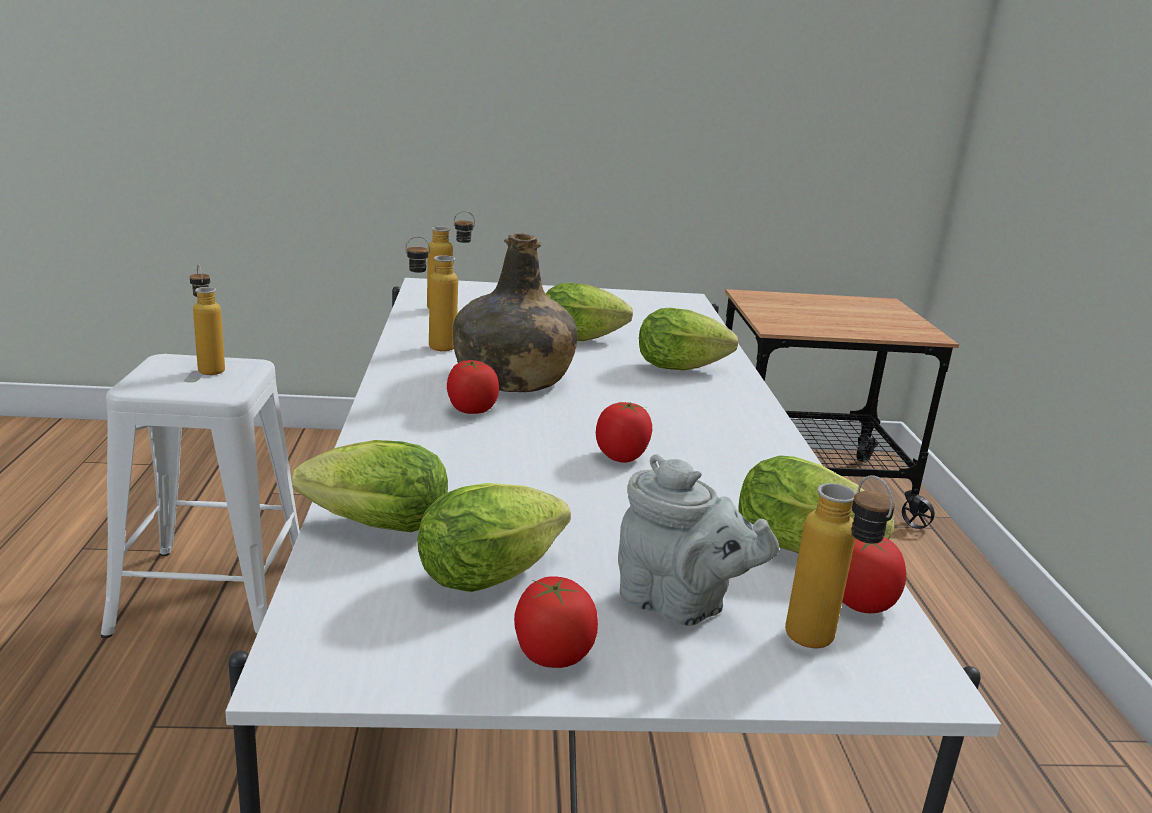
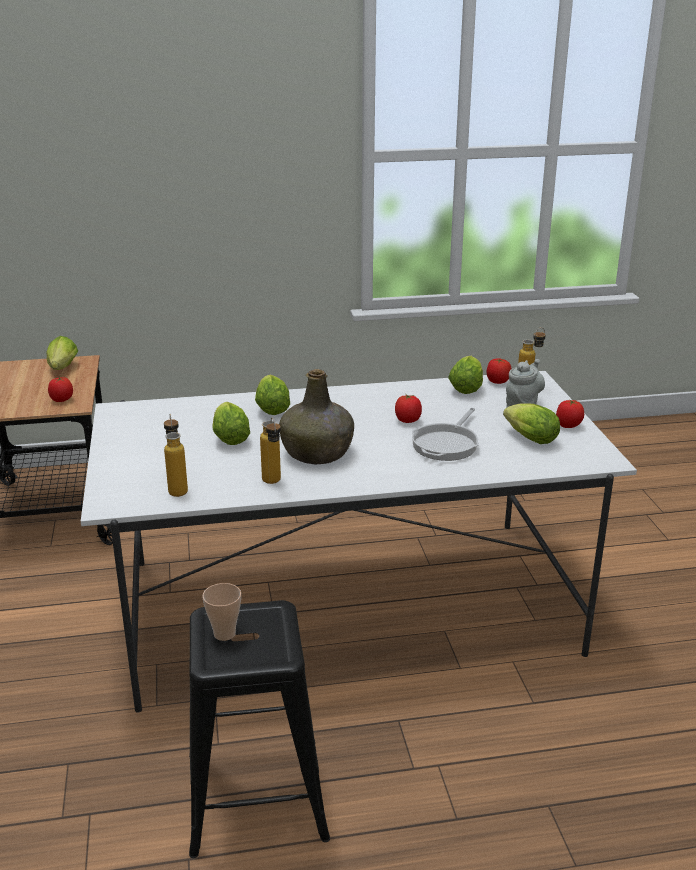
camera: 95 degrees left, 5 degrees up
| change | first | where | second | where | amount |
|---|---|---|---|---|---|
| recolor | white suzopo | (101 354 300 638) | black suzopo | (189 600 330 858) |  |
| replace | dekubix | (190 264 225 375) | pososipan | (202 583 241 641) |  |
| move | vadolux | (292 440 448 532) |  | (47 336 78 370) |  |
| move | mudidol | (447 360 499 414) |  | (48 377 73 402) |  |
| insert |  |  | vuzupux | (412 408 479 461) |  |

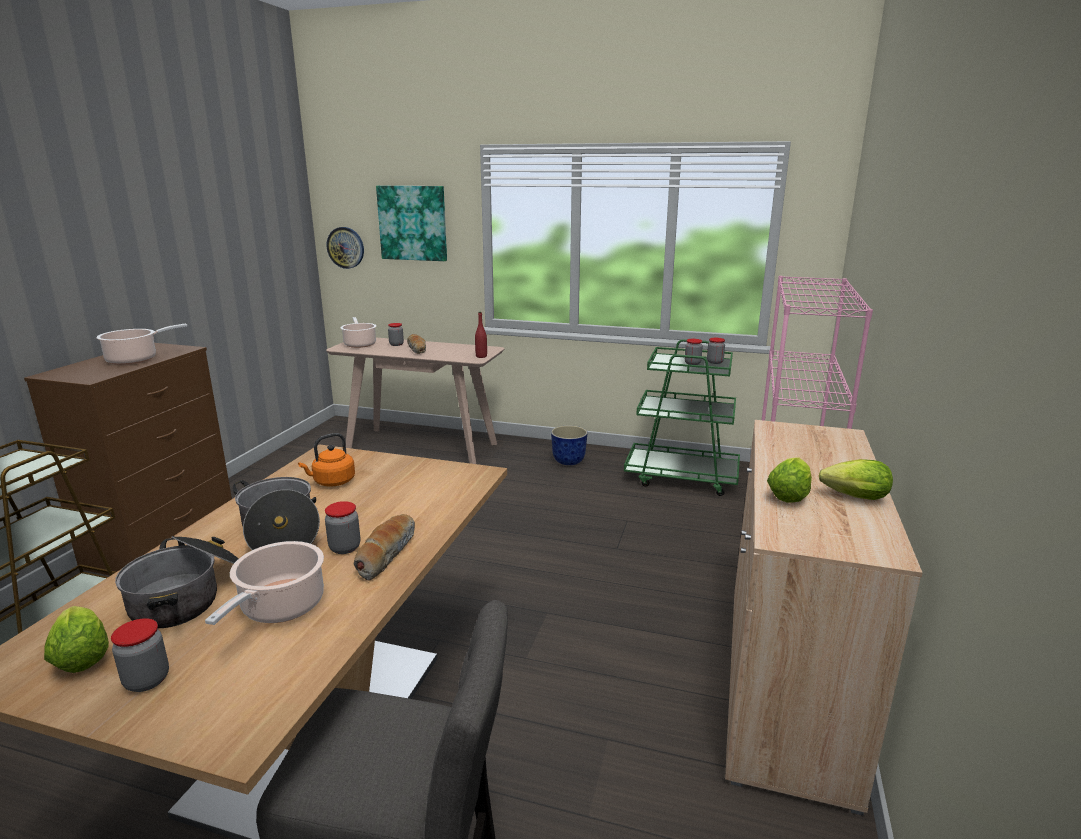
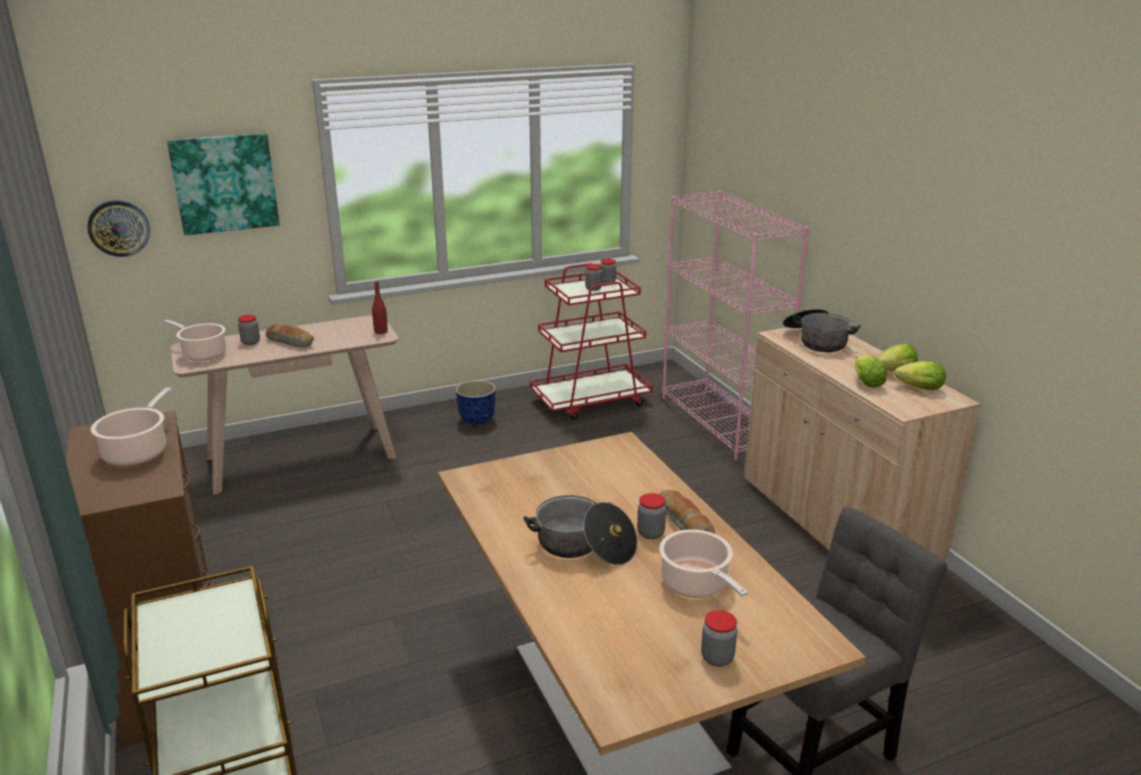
camera: 40 degrees left, 5 degrees up
| change | first | where | second | where | amount |
|---|---|---|---|---|---|
| move | vadolux | (44 606 109 673) |  | (894 361 946 390) |  |
| move | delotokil | (115 536 239 628) |  | (783 309 861 352) |  |
| delete | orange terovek | (298 433 355 487) |  |  |  |
| recolor | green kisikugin | (624 339 740 496) | red kisikugin | (530 263 653 420) |  |

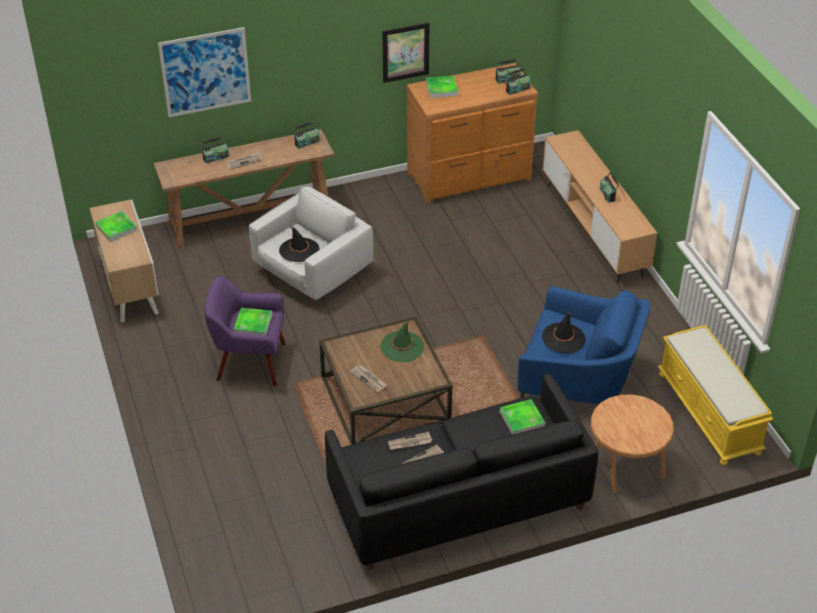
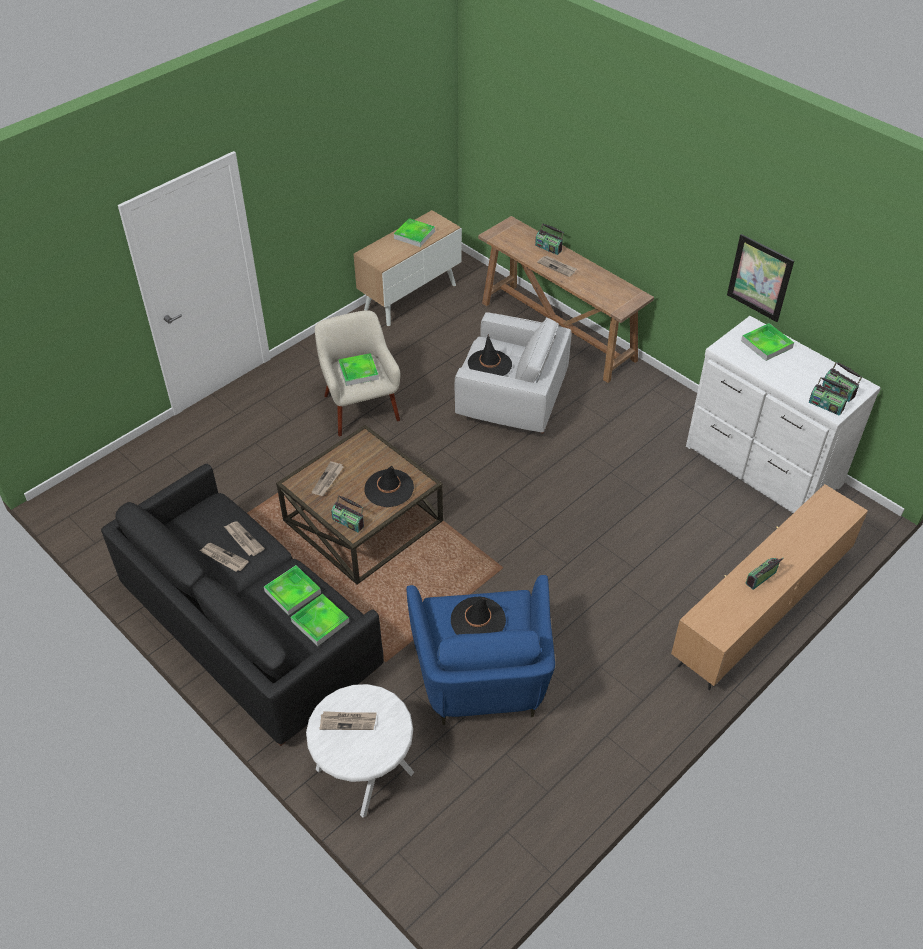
camera: 65 degrees right, 5 degrees up
| change | first | where | second | where | amount |
|---|---|---|---|---|---|
| delete | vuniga | (158 27 251 117) |  |  |  |
| recolor | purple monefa | (205 276 285 386) | beige monefa | (315 310 401 436) |  |
| move | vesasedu | (294 121 320 149) |  | (331 495 364 533) |  |
| recolor | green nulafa | (380 322 424 362) | black nulafa | (364 466 414 507) |  |
| recolor | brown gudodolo | (407 63 538 203) | white gudodolo | (686 316 881 513) |  |
| recolor | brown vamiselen | (591 394 674 493) | white vamiselen | (306 684 414 818) |  |
| delete | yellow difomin | (658 325 773 465) |  |  |  |
| insert |  |  | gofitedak | (264 565 321 616) |  |
| insert |  |  | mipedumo | (320 711 376 730) |  |

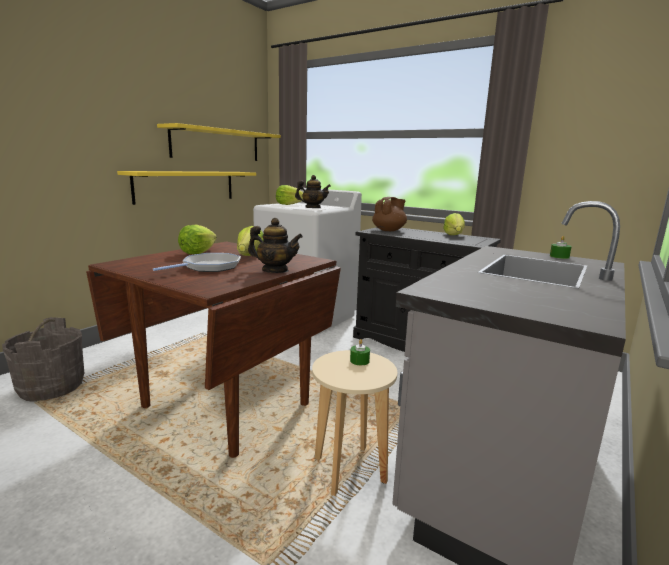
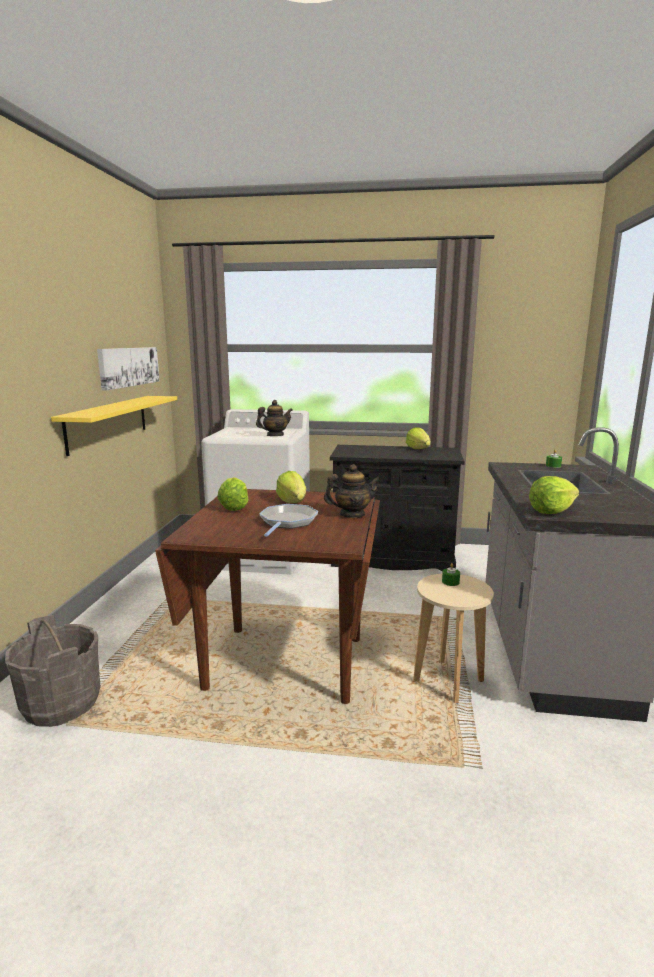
camera: 25 degrees left, 0 degrees up
| change | first | where | second | where | amount |
|---|---|---|---|---|---|
| replace | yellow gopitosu | (157 123 281 161) | vuniga | (97 347 159 391) |  |
| move | vadolux | (276 185 303 205) |  | (529 476 579 514) |  |
| delete | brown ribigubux | (372 197 407 231) |  |  |  |

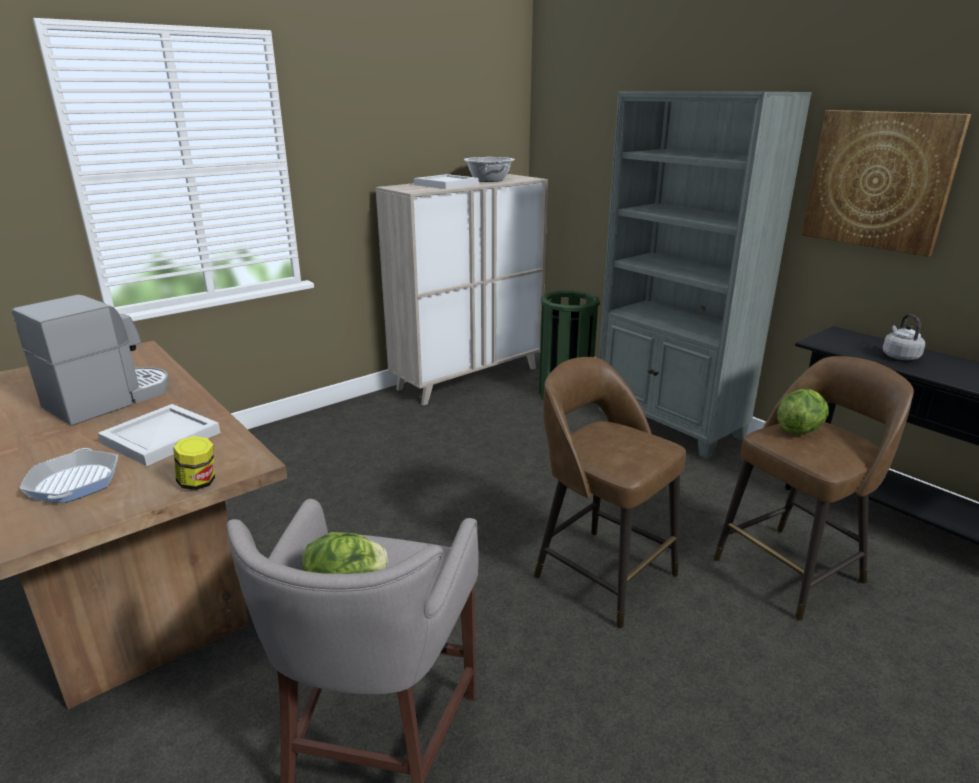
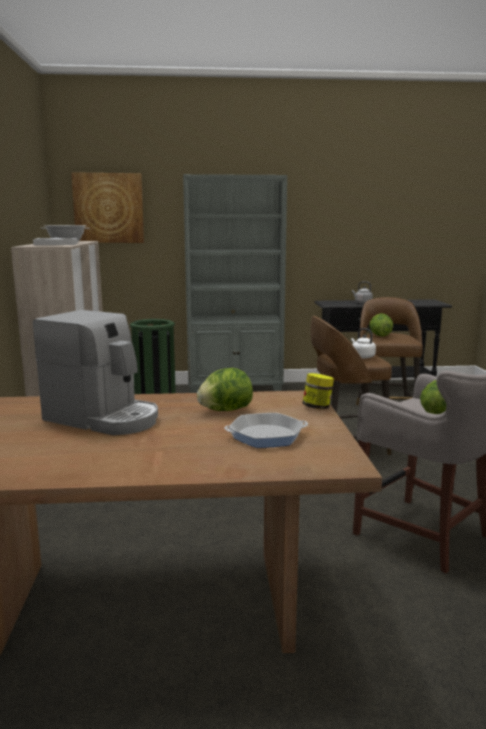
camera: 55 degrees left, 10 degrees down
| change | first | where | second | where | amount |
|---|---|---|---|---|---|
| rotate | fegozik | (12 295 169 426) |  | (33 310 158 435) | 135 degrees clockwise |
| rotate | vuzupux | (20 448 118 503) |  | (224 413 308 448) | 150 degrees clockwise |
| replace | white gofitedak | (98 404 220 466) | vadolux | (197 368 253 411) |  |
| move | vuniga | (802 110 971 257) |  | (71 172 144 243) |  |
| insert |  |  | white terovek | (351 328 376 358) |  |

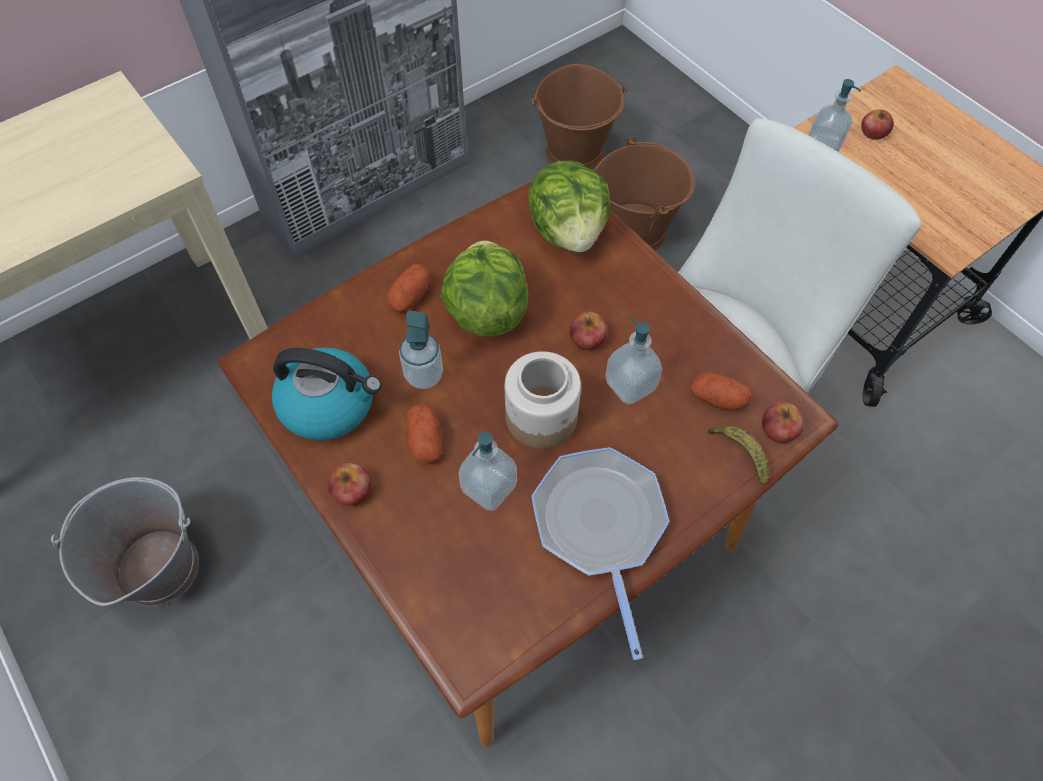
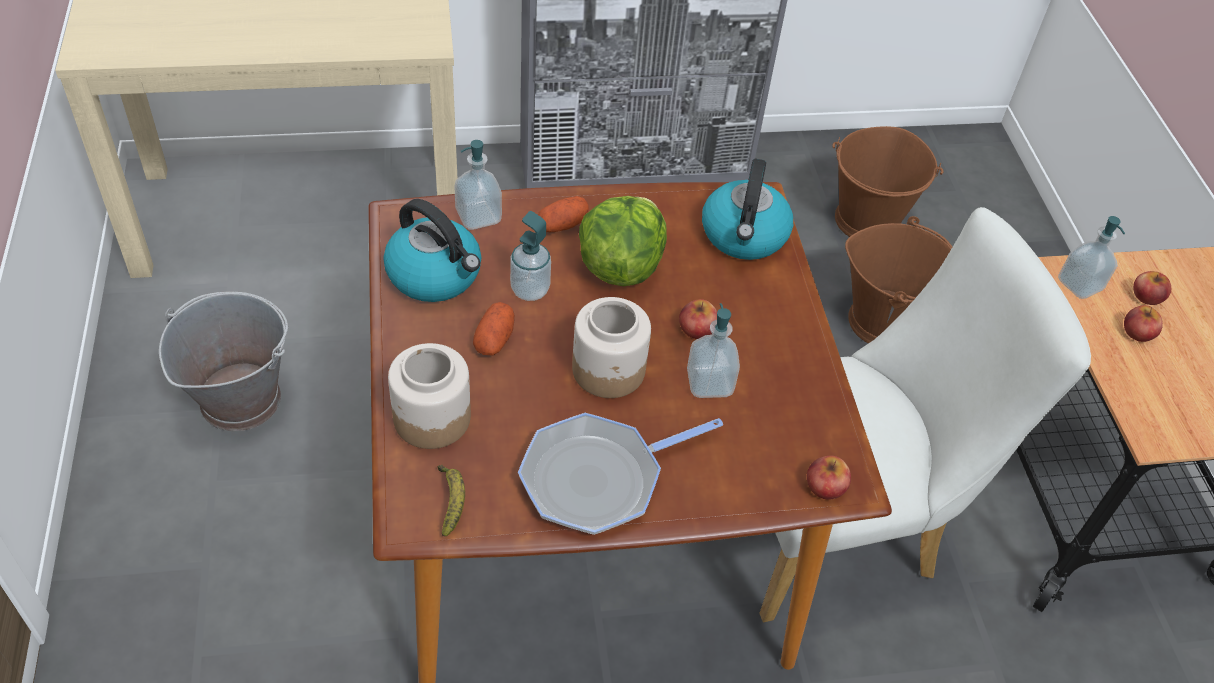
camera: 25 degrees right, 10 degrees down
| change | first | where | second | where | amount |
|---|---|---|---|---|---|
| move | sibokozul | (328 463 371 506) |  | (1124 305 1163 342) |  |
| move | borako | (458 432 517 511) |  | (454 140 502 230) |  |
| replace | vadolux | (528 160 611 252) | terovek | (702 159 793 260) |  |
| rotate | vuzupux | (531 447 670 660) |  | (518 413 723 535) | 135 degrees counterclockwise |
| delete | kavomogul | (691 373 753 411) |  |  |  |
| move | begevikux | (708 426 769 485) |  | (437 465 465 537) |  |
| insert |  |  | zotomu | (388 343 471 449) |  |

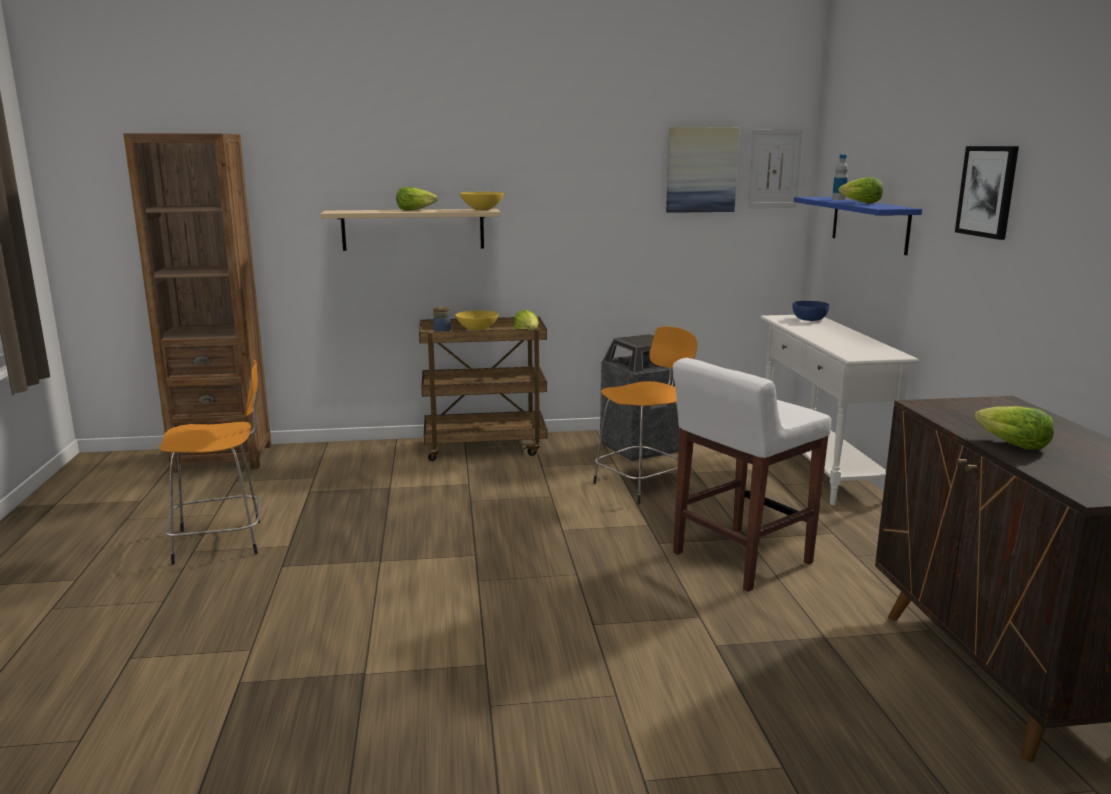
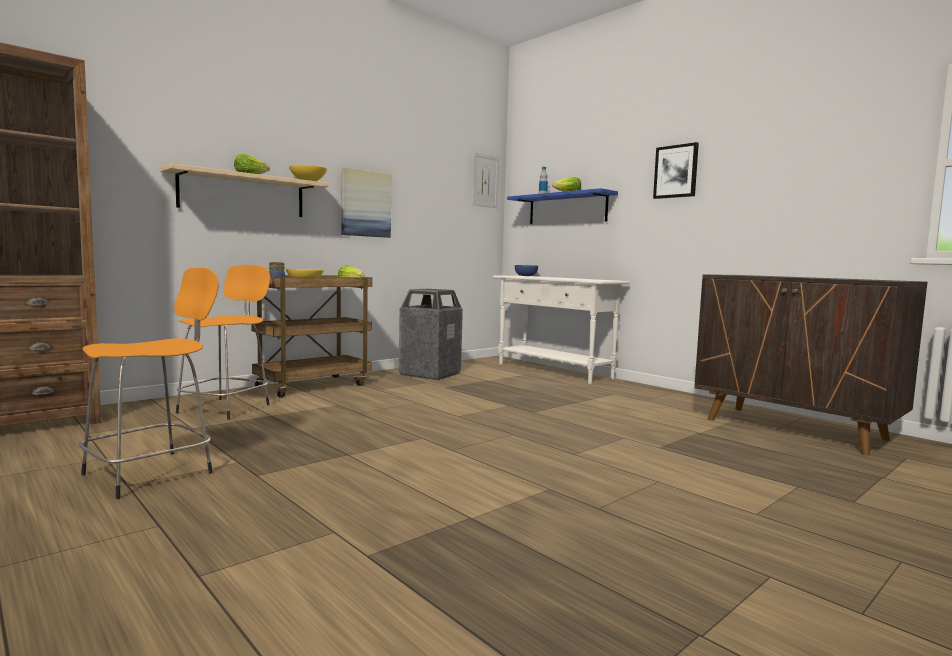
camera: 35 degrees left, 10 degrees down
| change | first | where | second | where | amount |
|---|---|---|---|---|---|
| move | orange suzopo | (593 326 697 504) |  | (176 265 270 420) |  |
| move | vuniga | (666 127 739 213) |  | (342 167 392 238) |  |
| delete | white suzopo | (673 358 832 592) |  |  |  |
| delete | vadolux | (974 406 1054 450) |  |  |  |

